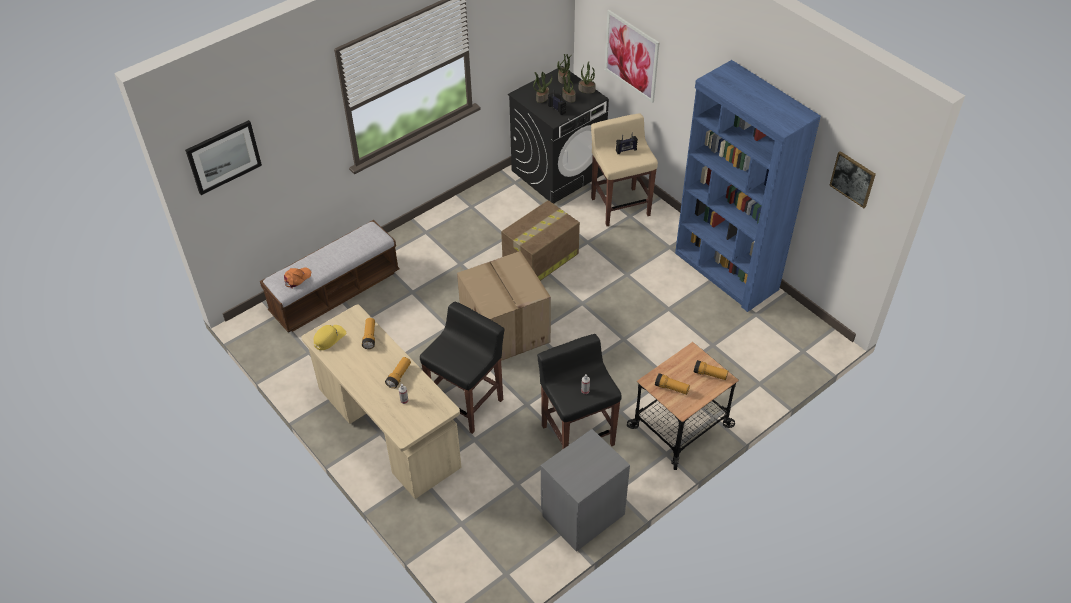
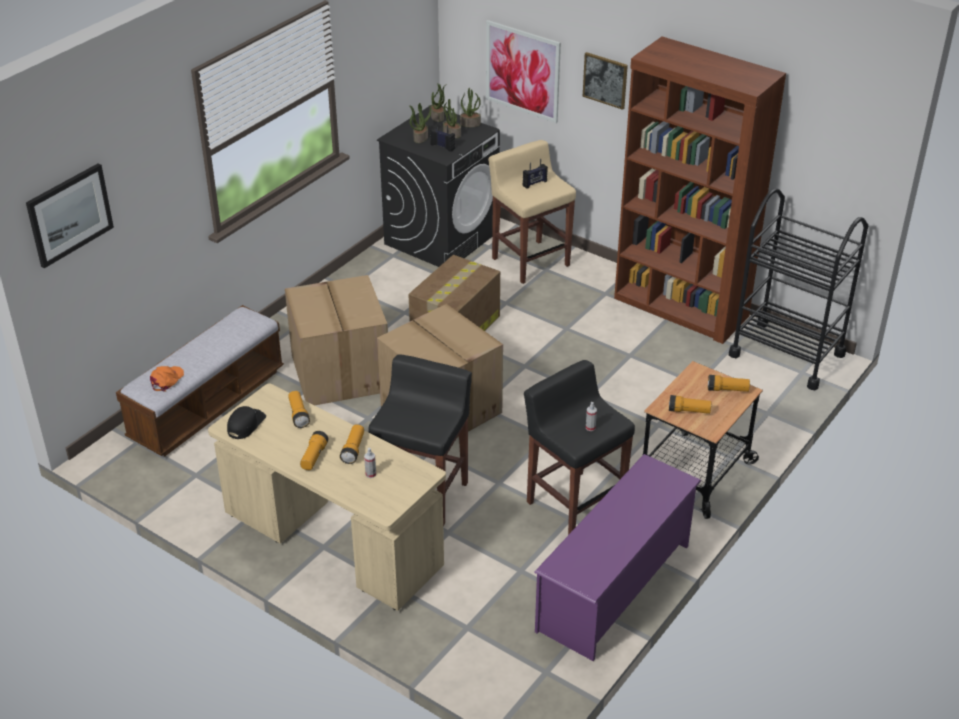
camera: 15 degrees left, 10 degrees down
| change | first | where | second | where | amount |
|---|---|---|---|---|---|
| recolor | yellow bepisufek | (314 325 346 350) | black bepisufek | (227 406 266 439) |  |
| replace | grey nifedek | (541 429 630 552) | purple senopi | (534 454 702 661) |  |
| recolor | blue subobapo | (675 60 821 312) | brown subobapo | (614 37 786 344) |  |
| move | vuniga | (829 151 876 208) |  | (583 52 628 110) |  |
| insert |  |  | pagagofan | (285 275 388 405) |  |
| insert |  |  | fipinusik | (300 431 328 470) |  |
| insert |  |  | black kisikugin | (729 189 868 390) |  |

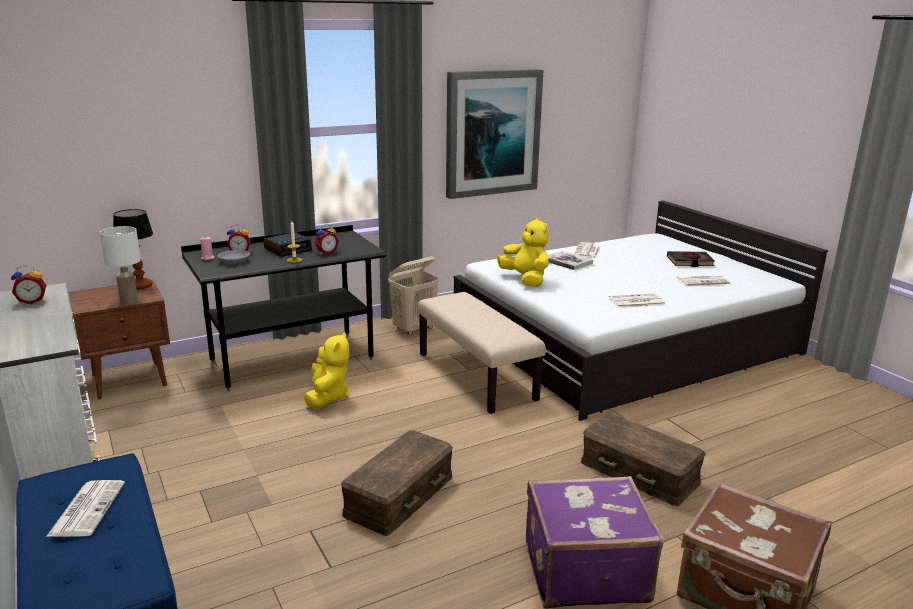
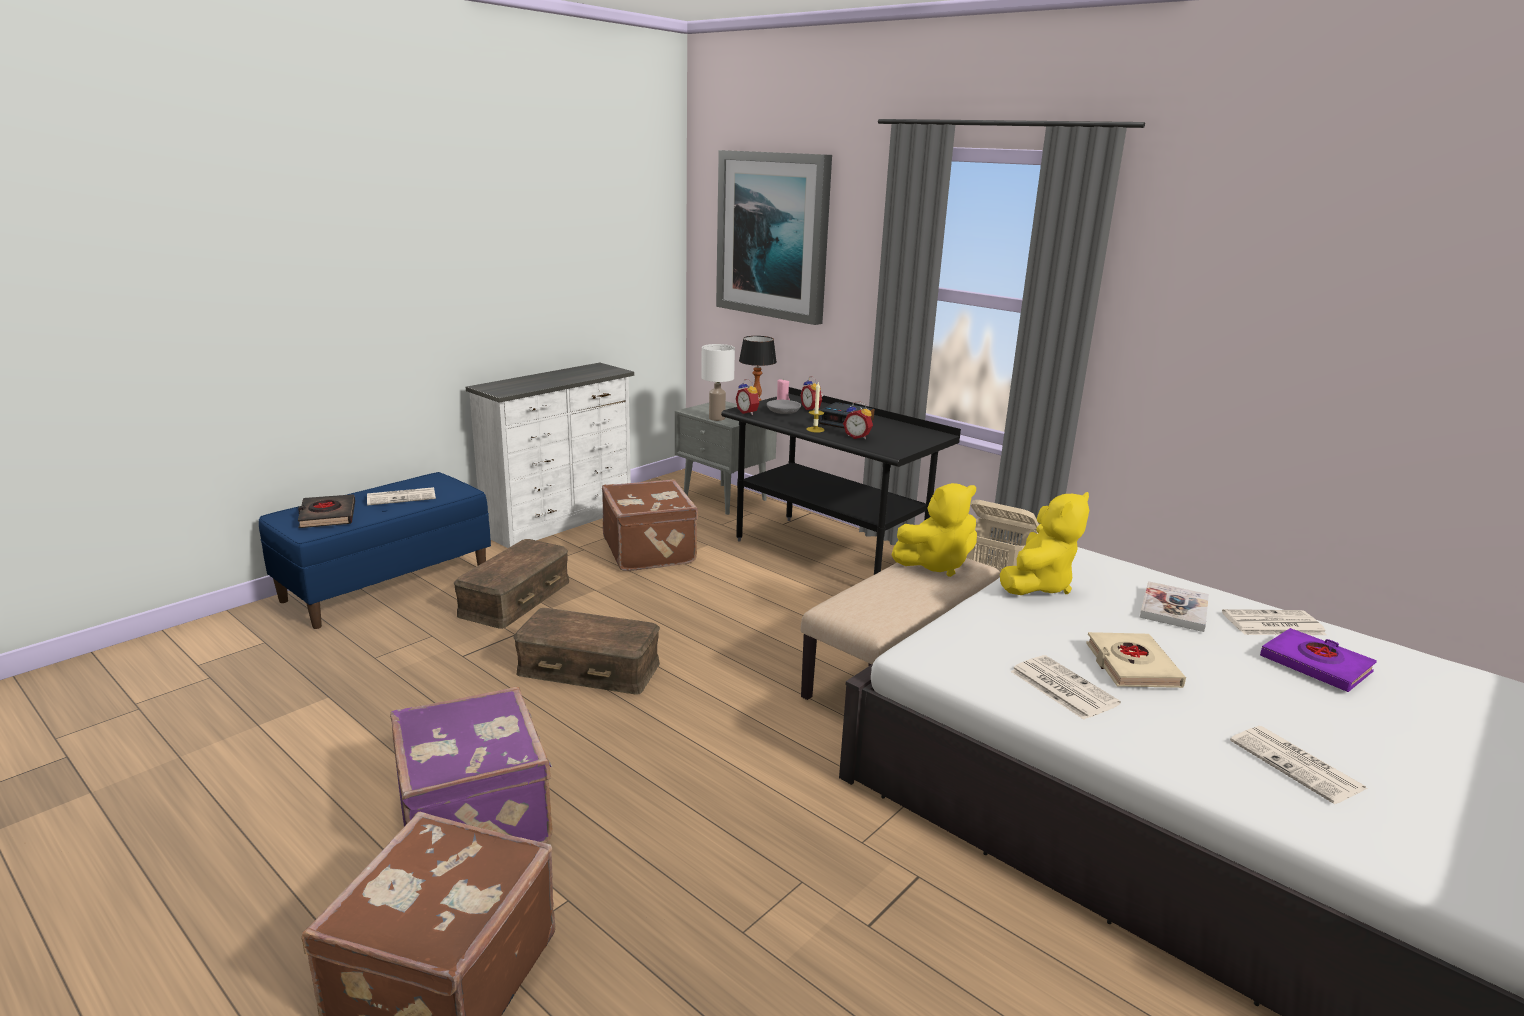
camera: 70 degrees right, 0 degrees up
| change | first | where | second | where | amount |
|---|---|---|---|---|---|
| move | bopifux | (11 265 47 304) |  | (736 379 760 415) |  |
| recolor | brown nifedek | (69 280 170 399) | grey nifedek | (675 401 777 515) |  |
| move | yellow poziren | (304 332 349 409) |  | (891 483 977 577) |  |
| move | vuniga | (446 69 543 199) |  | (716 150 832 325) |  |
| move | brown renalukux | (581 413 706 506) |  | (453 539 569 629) |  |
| move | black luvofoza | (667 251 715 267) |  | (298 494 355 528) |  |
| insert |  |  | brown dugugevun | (602 479 698 571) |  |
| insert |  |  | beige luvofoza | (1086 632 1186 688) |  |
| insert |  |  | purple luvofoza | (1260 628 1377 692) |  |

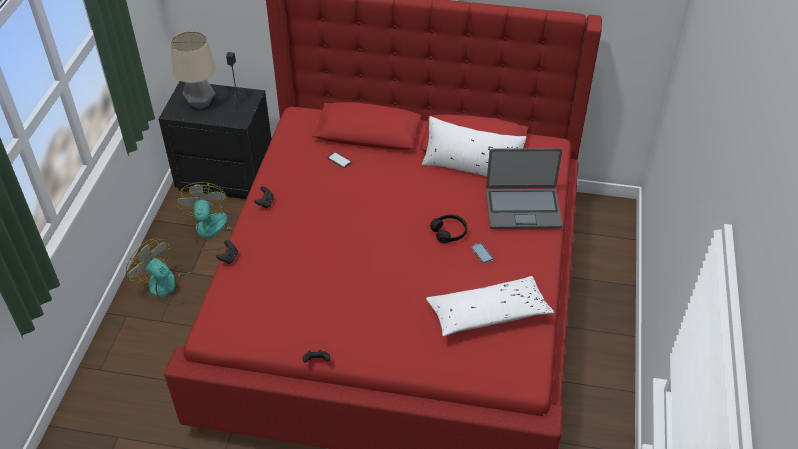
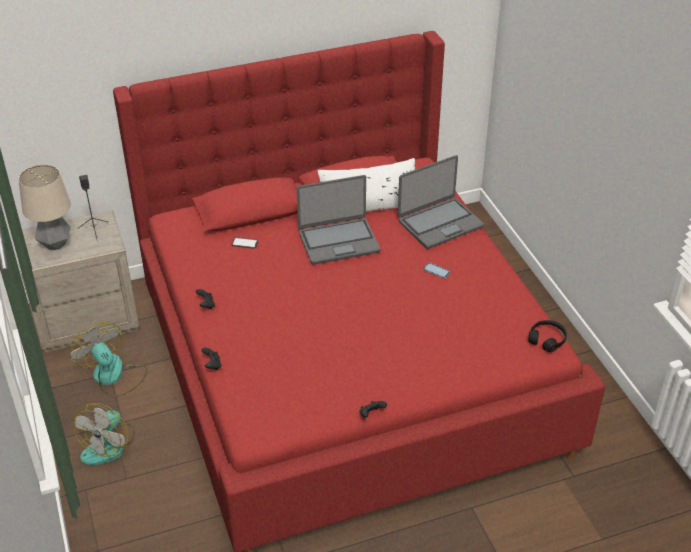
camera: 30 degrees left, 5 degrees down
| change | first | where | second | where | amount |
|---|---|---|---|---|---|
| rotate | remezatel | (126 238 199 306) |  | (73 403 135 465) | 75 degrees counterclockwise |
| recolor | black nifedek | (159 81 271 199) | beige nifedek | (19 210 139 353) |  |
| delete | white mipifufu | (426 276 555 336) |  |  |  |
| move | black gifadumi | (430 215 467 243) |  | (528 320 567 352) |  |
| insert |  |  | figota | (297 175 380 265) |  |

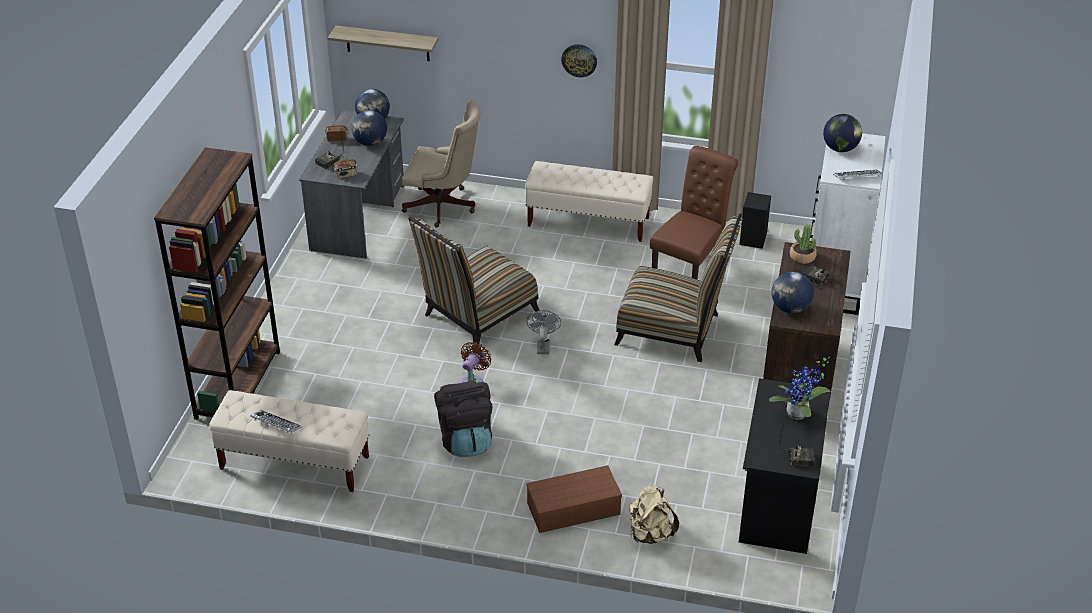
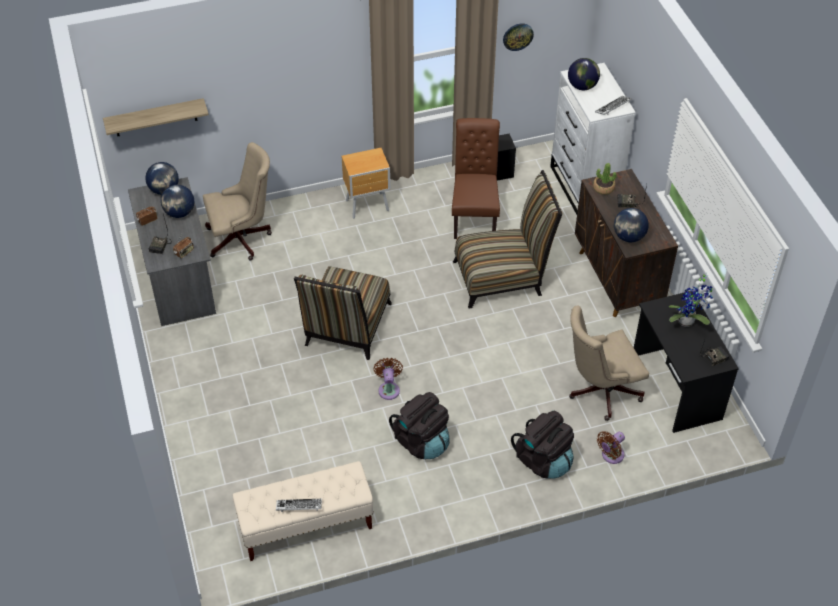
camera: 30 degrees left, 10 degrees up
| change | first | where | second | where | amount |
|---|---|---|---|---|---|
| delete | brown subobapo | (154 147 280 420) |  |  |  |
| replace | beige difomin | (525 161 653 242) | brown nifedek | (341 148 390 219) |  |
| delete | grey remezatel | (526 310 561 354) |  |  |  |
| replace | brown renalukux | (526 465 622 533) | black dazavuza | (511 411 574 479) |  |
| move | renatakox | (561 44 597 77) |  | (503 23 534 51) |  |
| replace | beige dazavuza | (629 485 679 544) | brown remezatel | (597 431 625 464) |  |
| insert |  |  | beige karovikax | (569 306 649 421) |  |

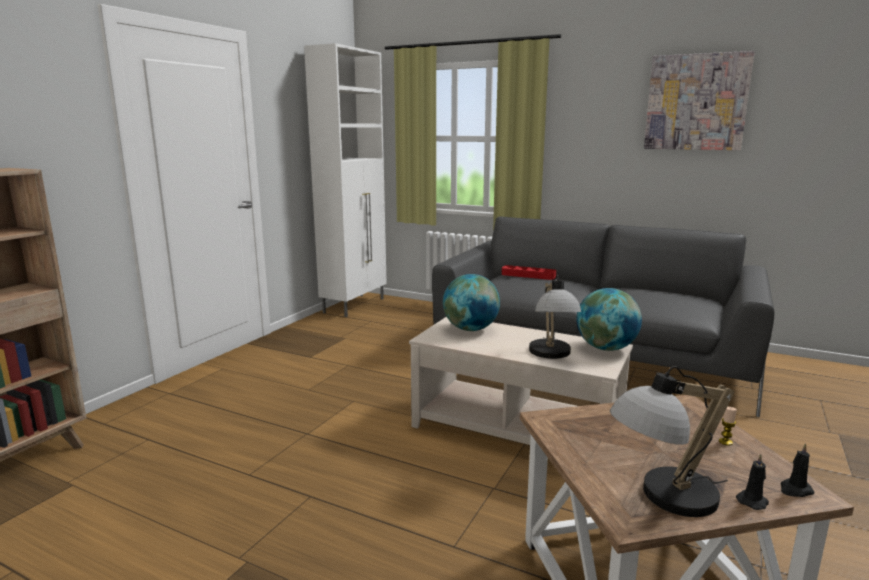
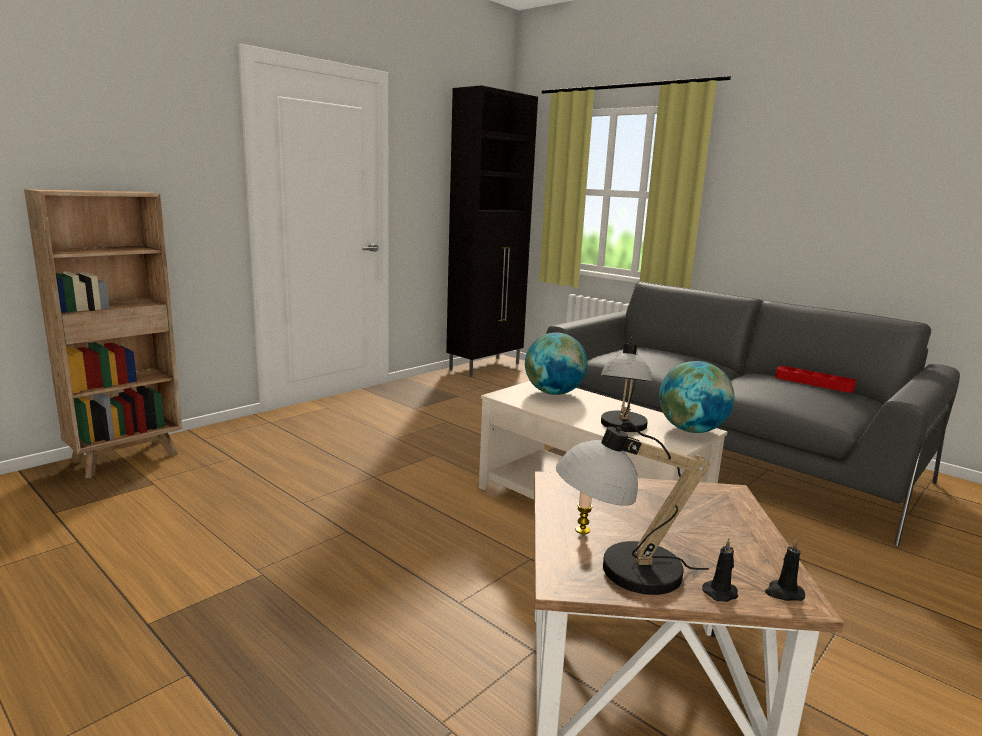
camera: 15 degrees right, 0 degrees up
| change | first | where | second | where | amount |
|---|---|---|---|---|---|
| recolor | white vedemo | (304 43 387 317) | black vedemo | (446 85 538 377) |  |
| move | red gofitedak | (502 265 556 280) |  | (775 366 856 393) |  |
| delete | vuniga | (644 51 755 150) |  |  |  |
| move | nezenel | (719 407 737 446) |  | (575 492 593 534) |  |

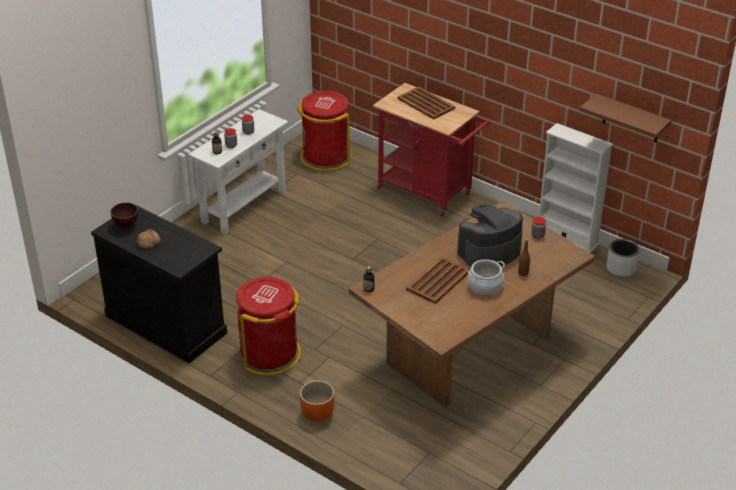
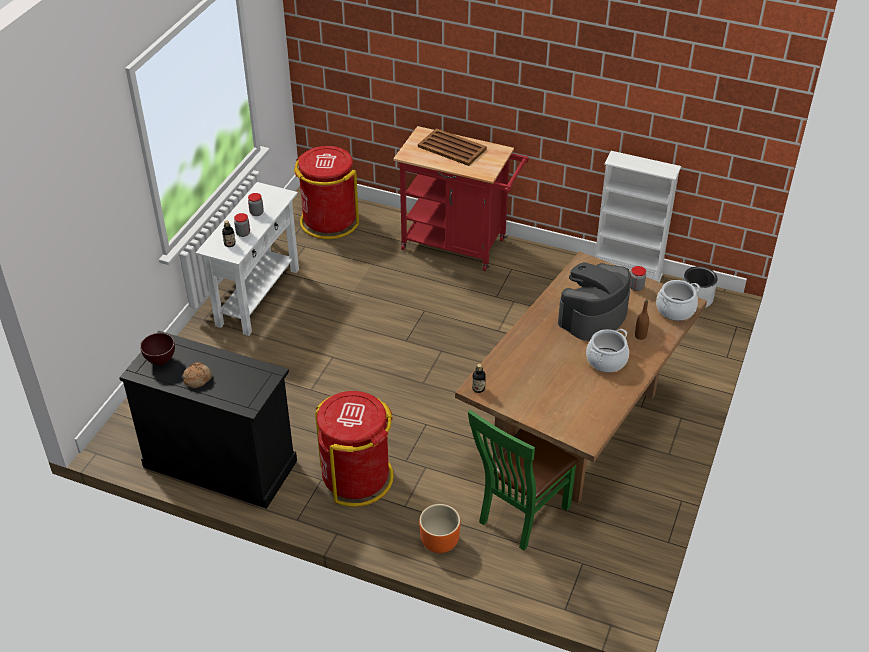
camera: 15 degrees left, 5 degrees up
| change | first | where | second | where | amount |
|---|---|---|---|---|---|
| delete | brown gofitedak | (406 256 470 304) |  |  |  |
| delete | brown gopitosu | (580 93 672 142) |  |  |  |
| insert |  |  | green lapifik | (468 410 578 550) |  |
| insert |  |  | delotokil | (656 280 700 321) |  |

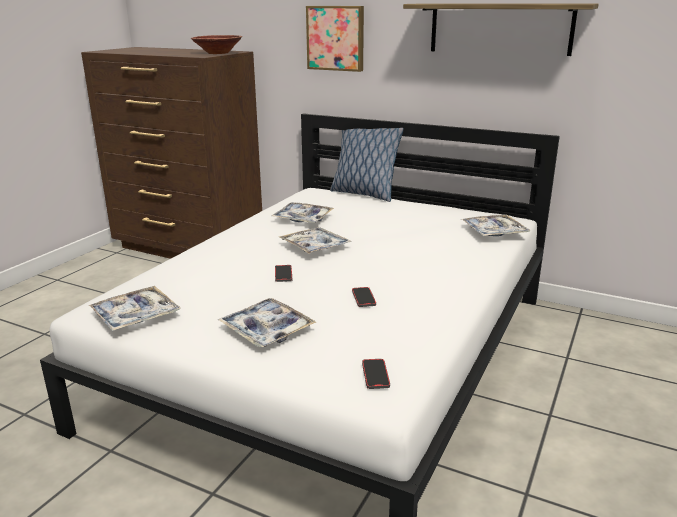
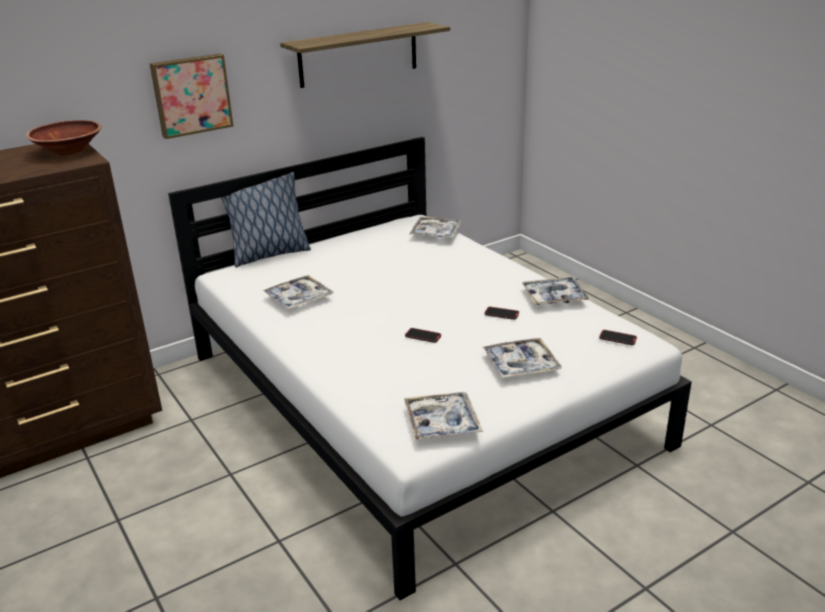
camera: 60 degrees left, 5 degrees up
| change | first | where | second | where | amount |
|---|---|---|---|---|---|
| move | gofitedak | (279 227 352 254) |  | (522 277 589 305) |  |

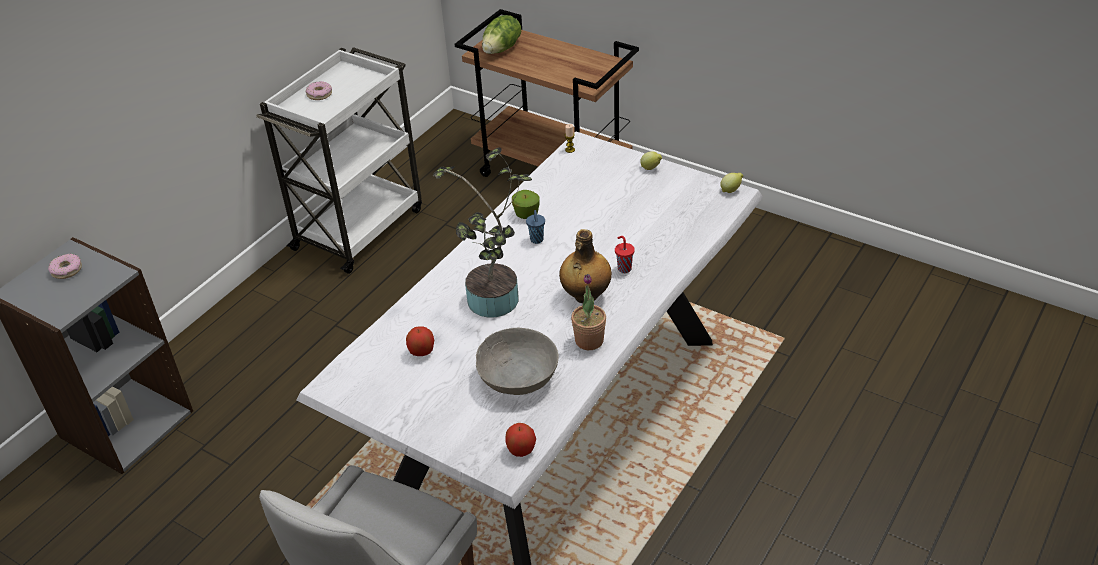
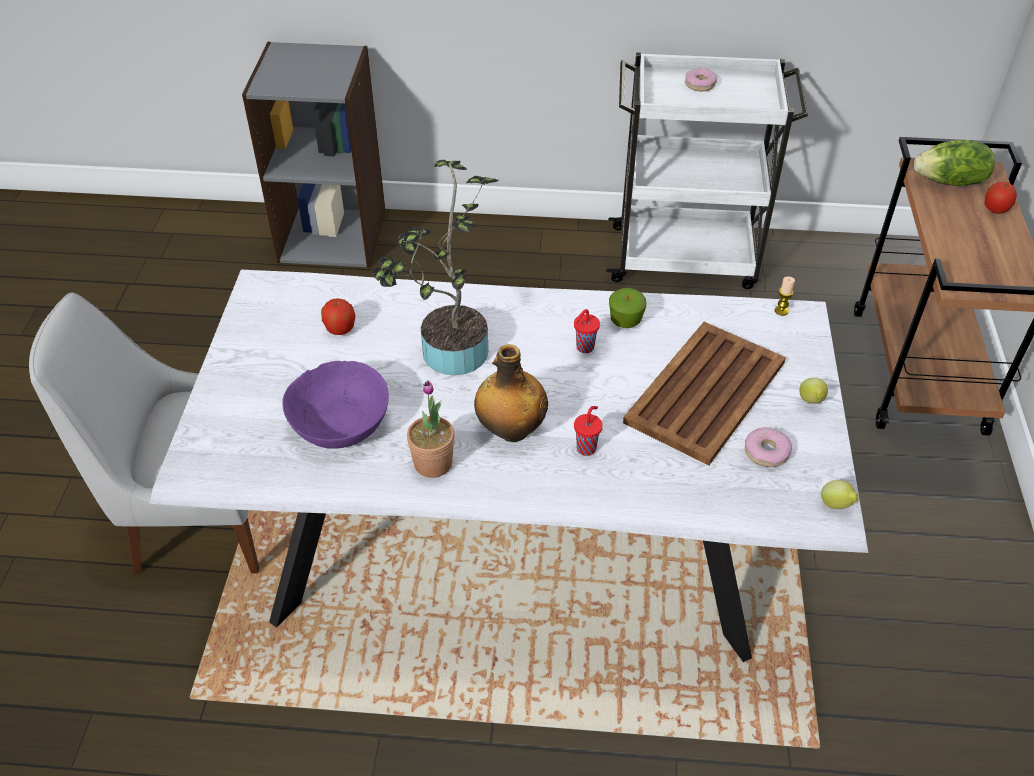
camera: 60 degrees right, 5 degrees up
| change | first | where | second | where | amount |
|---|---|---|---|---|---|
| move | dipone | (48 254 82 279) |  | (745 427 792 467) |  |
| recolor | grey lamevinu | (476 328 559 395) | purple lamevinu | (282 361 389 449) |  |
| move | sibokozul | (506 423 536 457) |  | (985 182 1017 214) |  |
| recolor | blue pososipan | (526 210 545 244) | red pososipan | (574 309 600 353) |  |
| insert |  |  | brown gofitedak | (623 322 786 466) |  |

